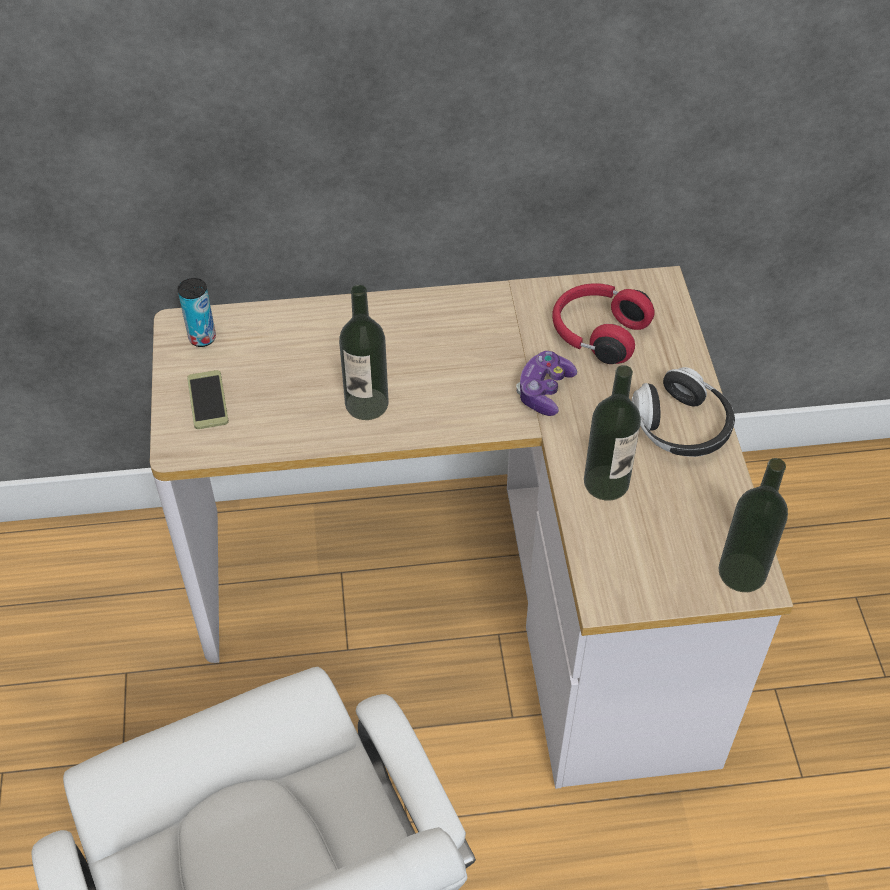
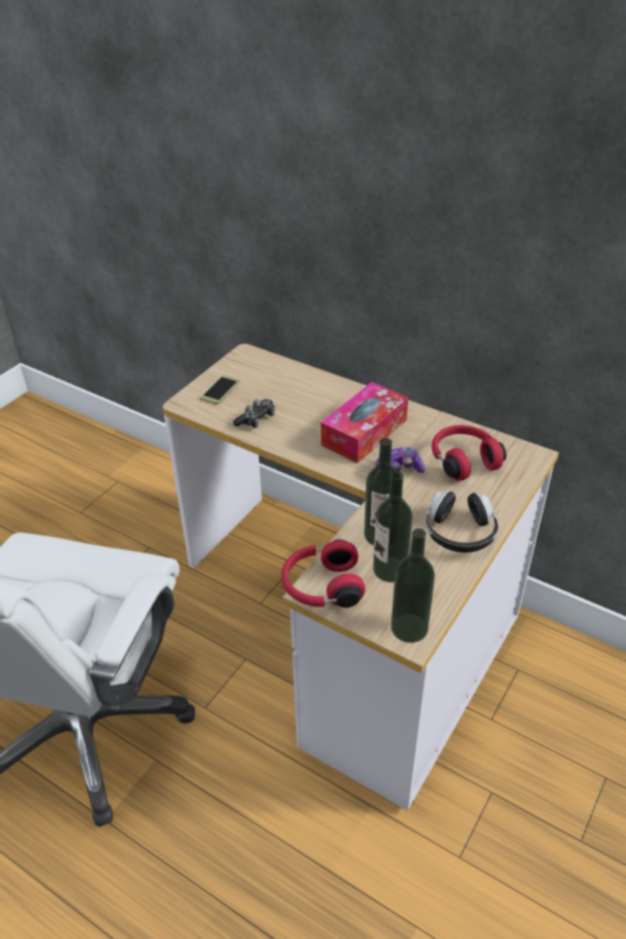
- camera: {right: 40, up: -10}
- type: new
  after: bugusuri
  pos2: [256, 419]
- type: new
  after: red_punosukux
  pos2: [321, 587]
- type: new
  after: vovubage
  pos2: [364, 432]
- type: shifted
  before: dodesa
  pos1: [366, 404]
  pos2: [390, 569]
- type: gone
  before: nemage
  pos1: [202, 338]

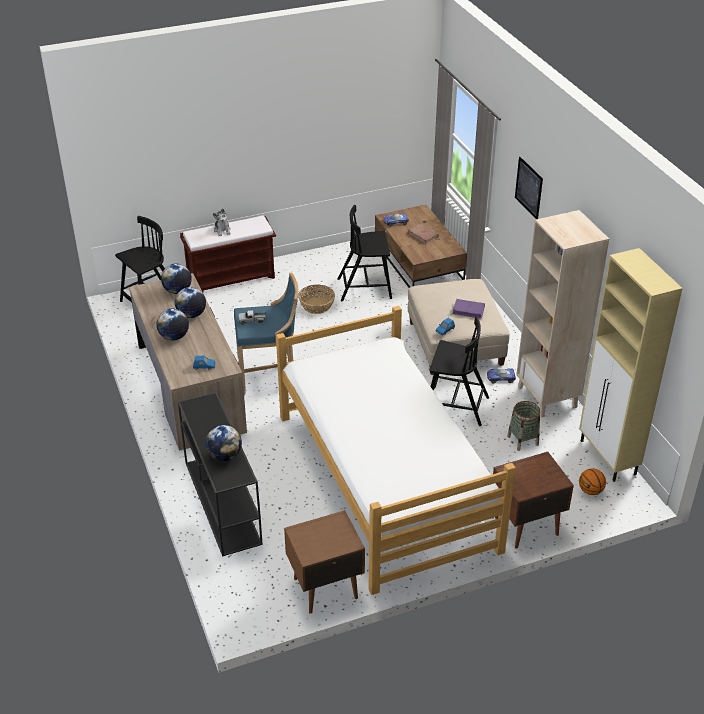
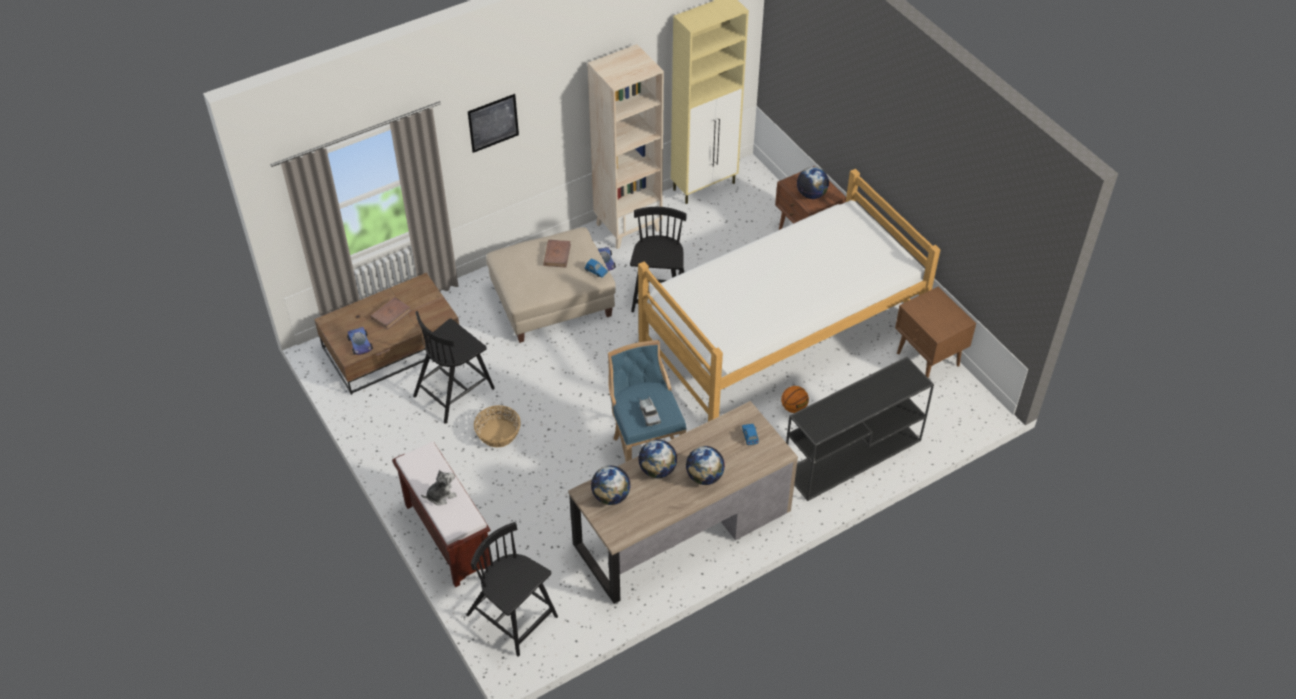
- camera: {right: -100, up: 10}
- type: rotated
  before: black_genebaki
  pos1: [365, 288]
  pos2: [455, 391]
  turn: 60
- type: repainted
  before: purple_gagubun
  after: brown_gagubun
  pos1: [468, 310]
  pos2: [557, 255]
- type: shifted
  before: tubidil
  pos1: [590, 491]
  pos2: [793, 408]
- type: shifted
  before: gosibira
  pos1: [224, 456]
  pos2: [811, 194]
- type: gone
  before: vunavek
  pos1: [522, 440]

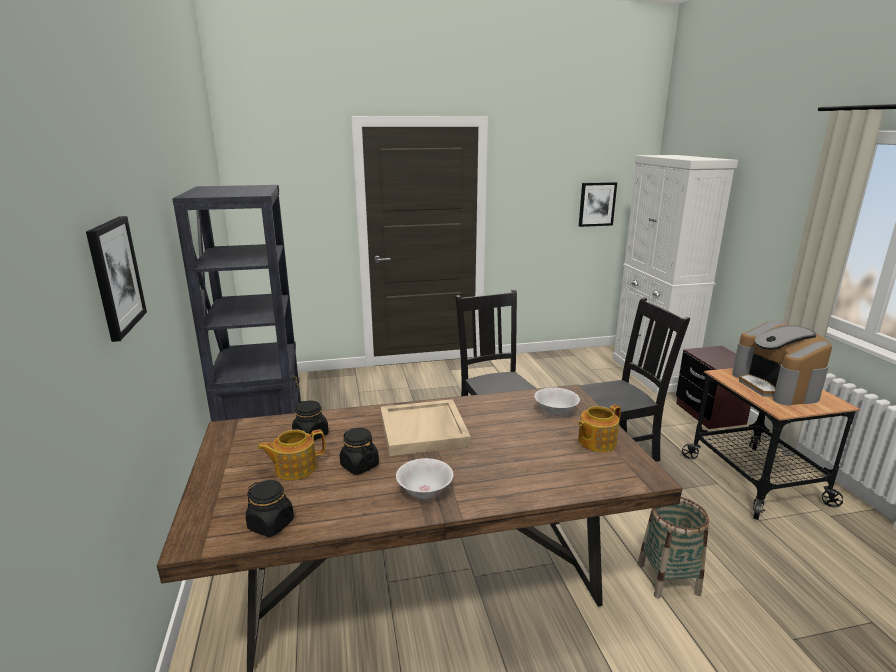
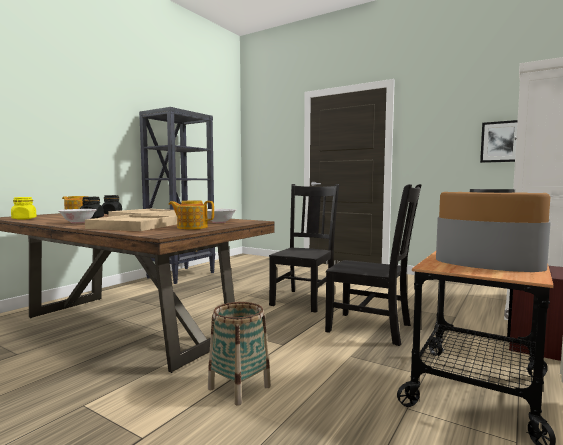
- camera: {right: 45, up: -15}
- type: repainted
  before: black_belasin
  after: yellow_belasin
  pos1: [271, 524]
  pos2: [24, 219]
- type: new
  after: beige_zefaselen
  pos2: [134, 226]
- type: rotated
  before: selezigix
  pos1: [776, 386]
  pos2: [487, 261]
  turn: 90
- type: gone
  before: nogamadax
  pos1: [115, 276]

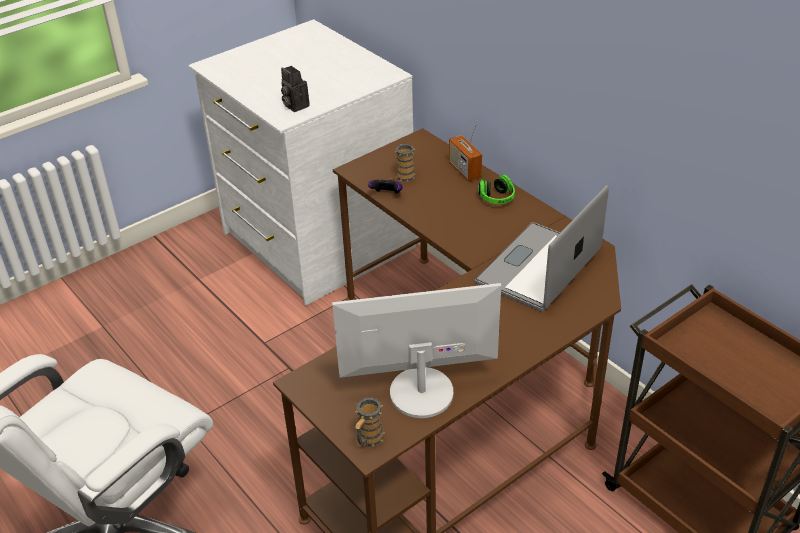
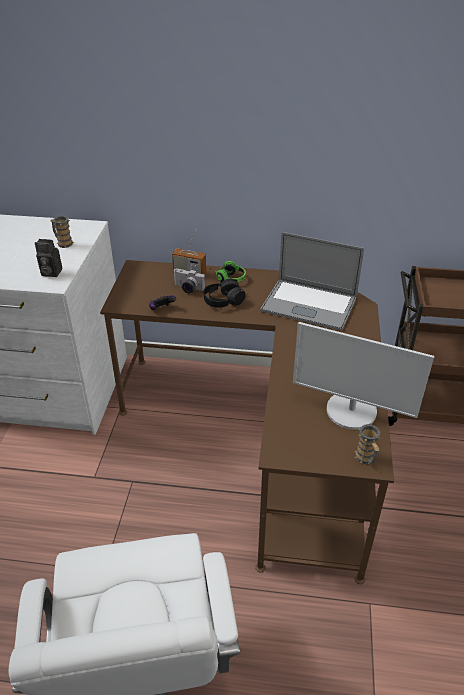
- camera: {right: -45, up: 0}
- type: shifted
  before: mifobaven
  pos1: [405, 175]
  pos2: [63, 243]
- type: new
  after: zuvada
  pos2: [187, 289]
- type: new
  after: black_punosukux
  pos2: [223, 300]
- type: rotated
  before: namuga
  pos1: [538, 267]
  pos2: [309, 305]
  turn: -60
- type: rotated
  before: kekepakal
  pos1: [421, 392]
  pos2: [351, 411]
  turn: -105

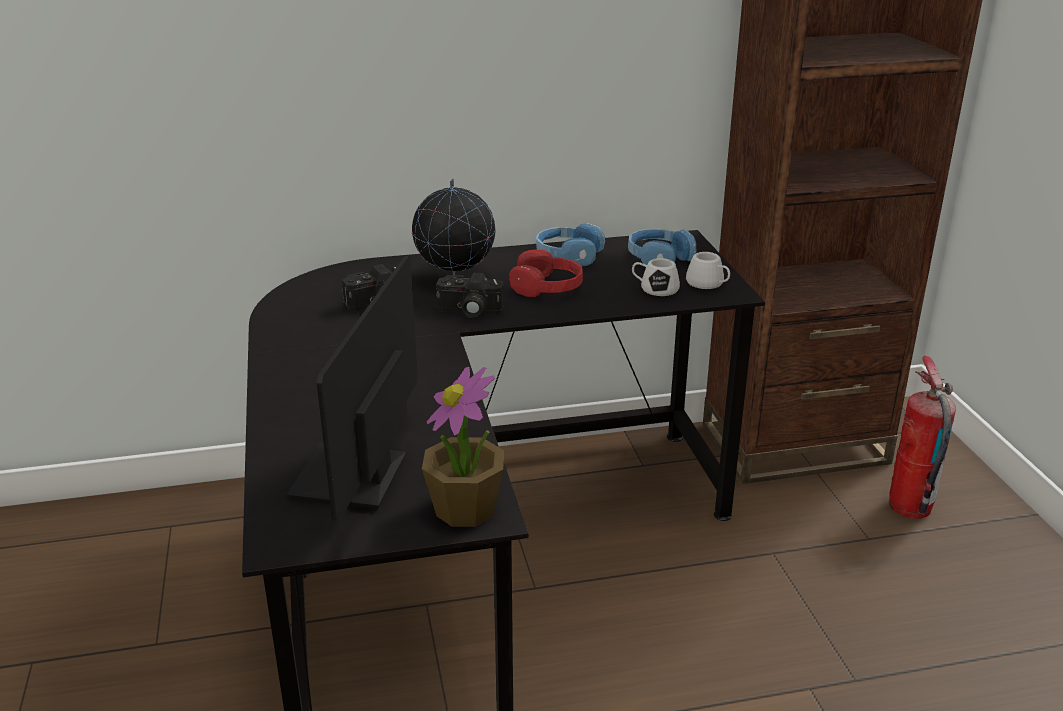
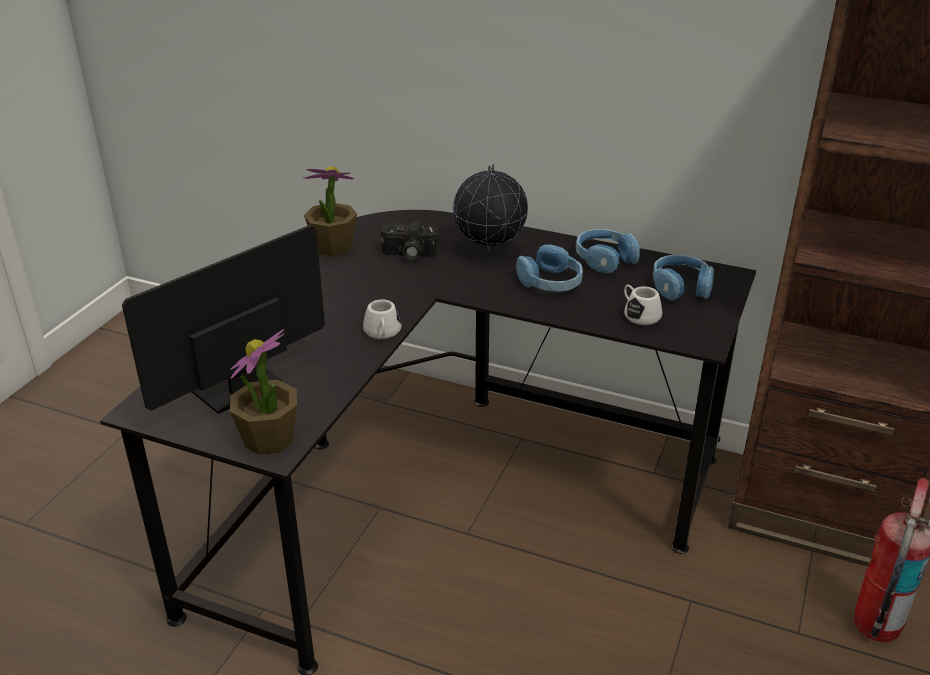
- camera: {right: 35, up: 5}
- type: new
  after: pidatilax
  pos2: [332, 247]
- type: shifted
  before: white_mifobaven
  pos1: [708, 284]
  pos2: [382, 333]
- type: repainted
  before: red_punosukux
  after: blue_punosukux
  pos1: [547, 287]
  pos2: [550, 282]
- type: gone
  before: zuvada
  pos1: [468, 312]

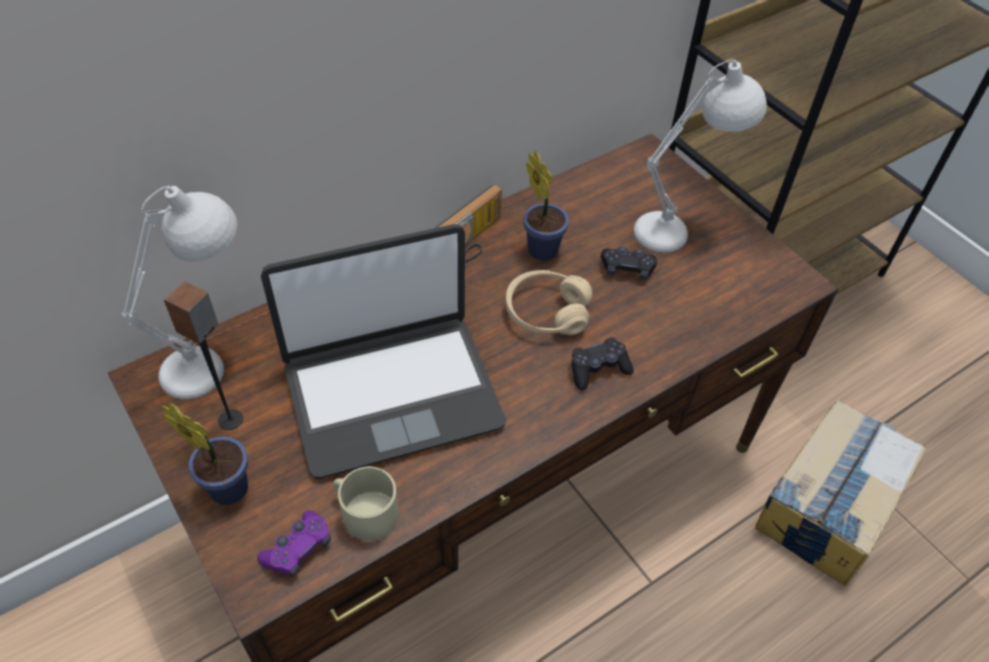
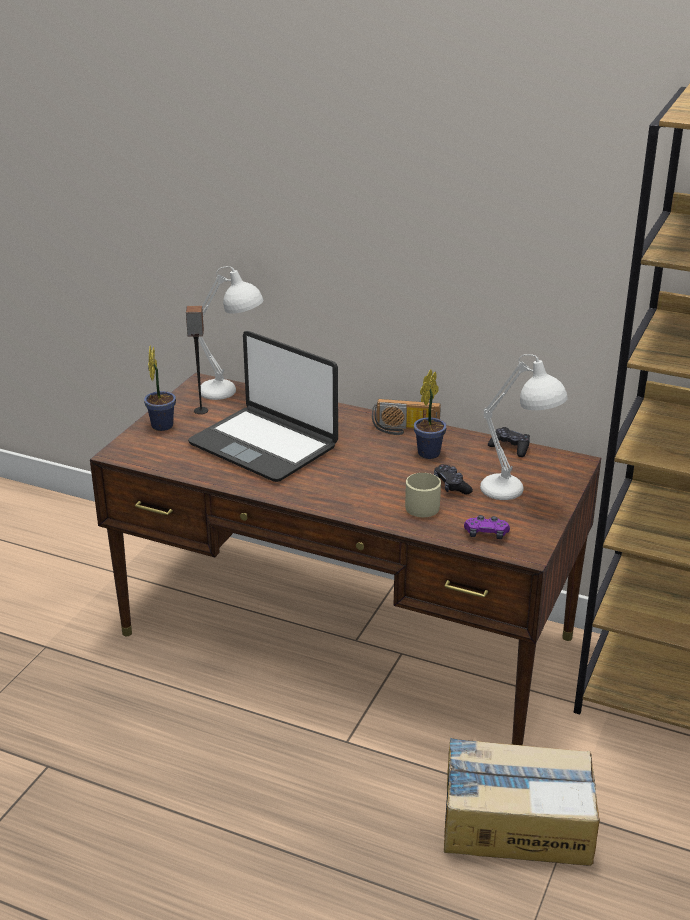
- camera: {right: 60, up: -20}
- type: shifted
  before: beige_mifobaven
  pos1: [364, 512]
  pos2: [422, 505]
- type: shifted
  before: purple_bugusuri
  pos1: [298, 549]
  pos2: [486, 534]
- type: shifted
  before: black_bugusuri
  pos1: [598, 369]
  pos2: [510, 447]
- type: gone
  before: beige_punosukux
  pos1: [547, 312]

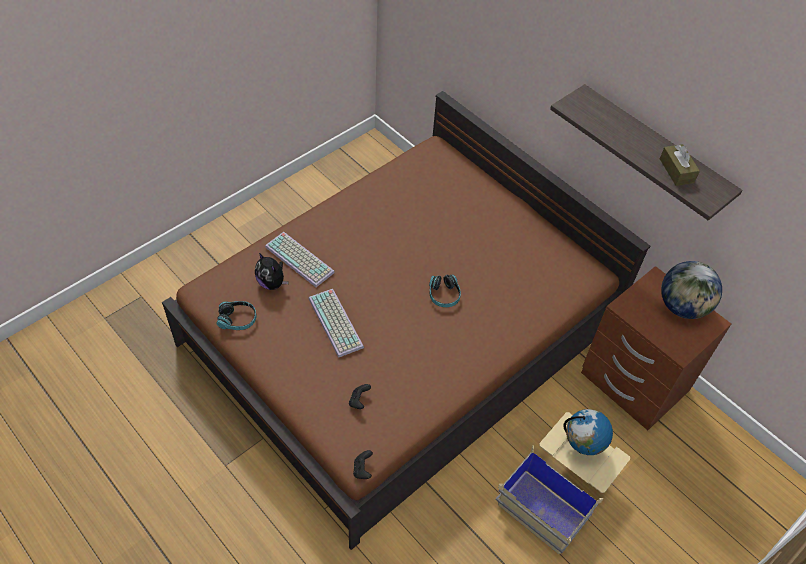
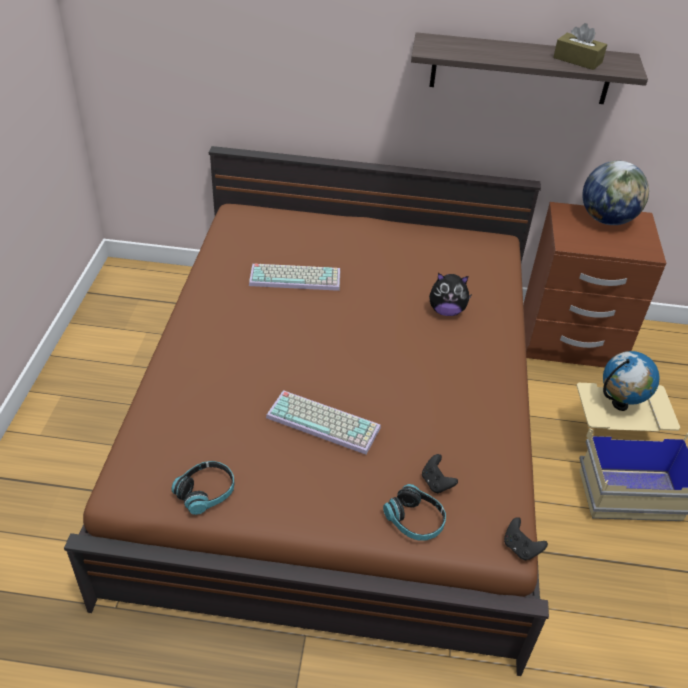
- camera: {right: -40, up: -10}
- type: shifted
  before: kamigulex
  pos1: [301, 259]
  pos2: [296, 277]
- type: shifted
  before: punosukux
  pos1: [444, 295]
  pos2: [415, 520]
- type: shifted
  before: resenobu
  pos1: [272, 283]
  pos2: [446, 311]

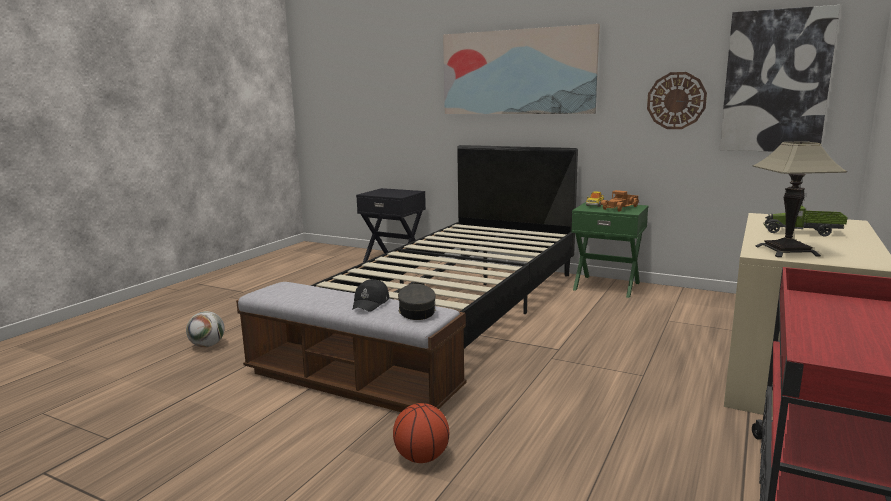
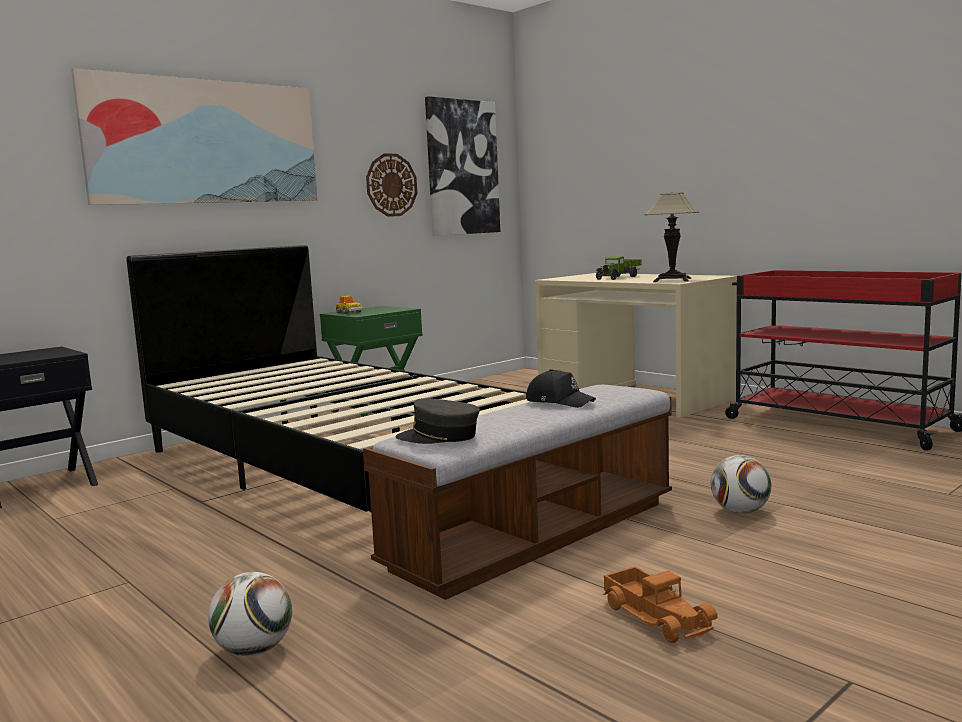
- camera: {right: -70, up: -5}
- type: shifted
  before: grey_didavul
  pos1: [416, 311]
  pos2: [439, 437]
- type: shifted
  before: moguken
  pos1: [621, 208]
  pos2: [657, 616]
- type: swapped
  before: tubidil
  after: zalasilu
  pos1: [422, 457]
  pos2: [740, 512]

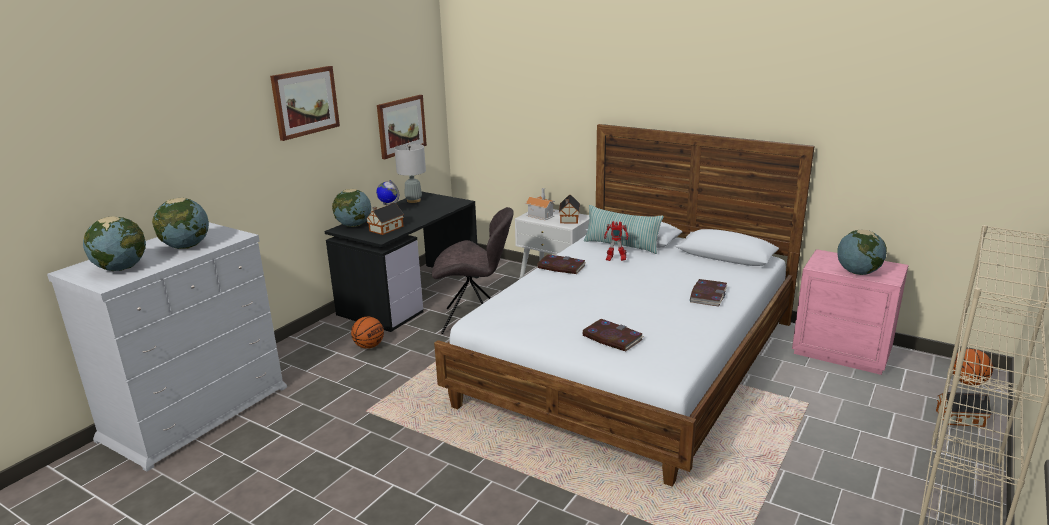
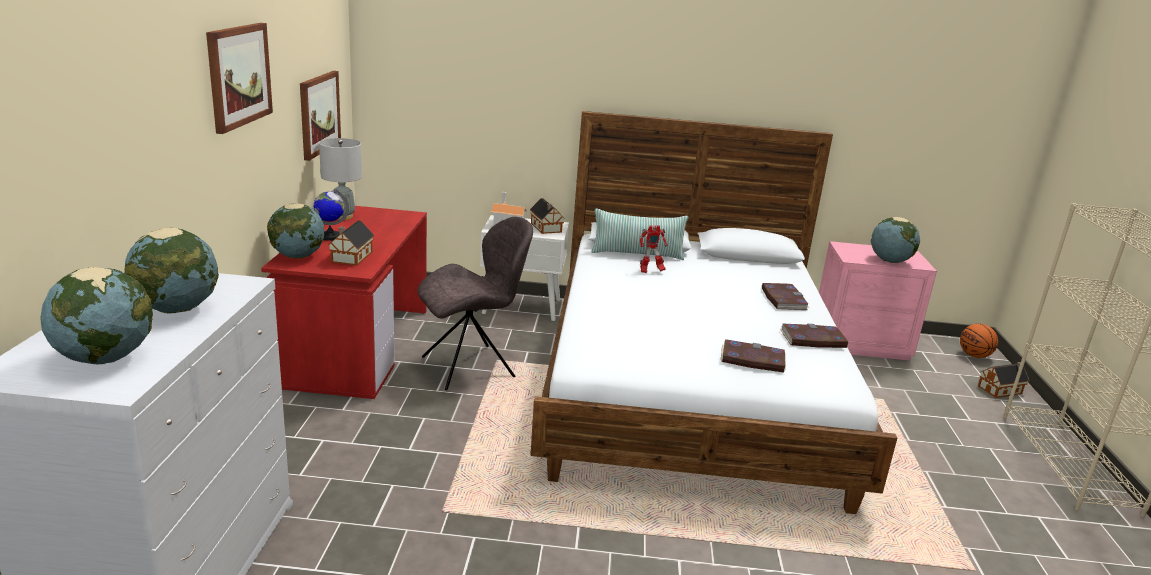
- camera: {right: -30, up: 0}
- type: repainted
  before: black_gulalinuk
  after: red_gulalinuk
  pos1: [411, 295]
  pos2: [355, 345]
- type: shifted
  before: gagubun
  pos1: [561, 267]
  pos2: [813, 339]
- type: gone
  before: tubidil
  pos1: [369, 346]

